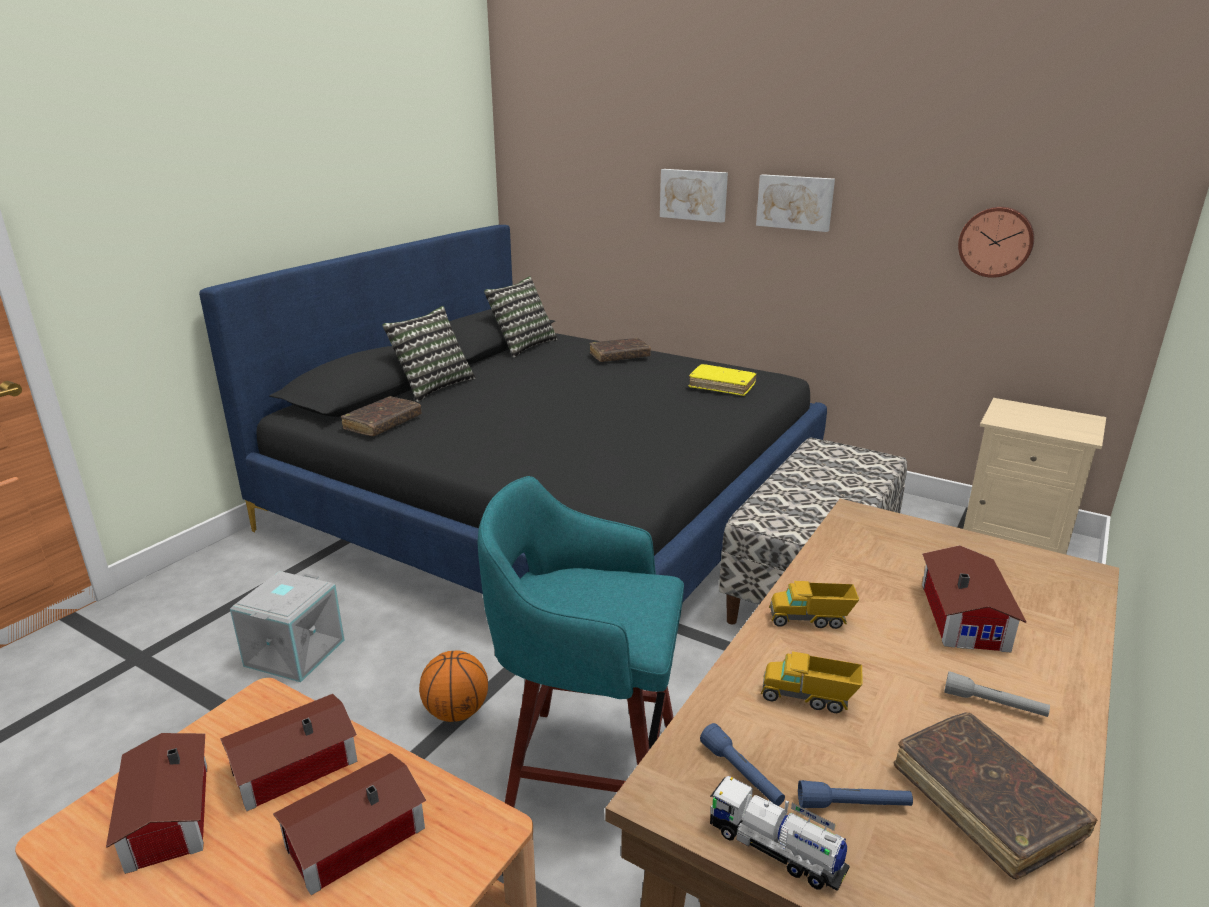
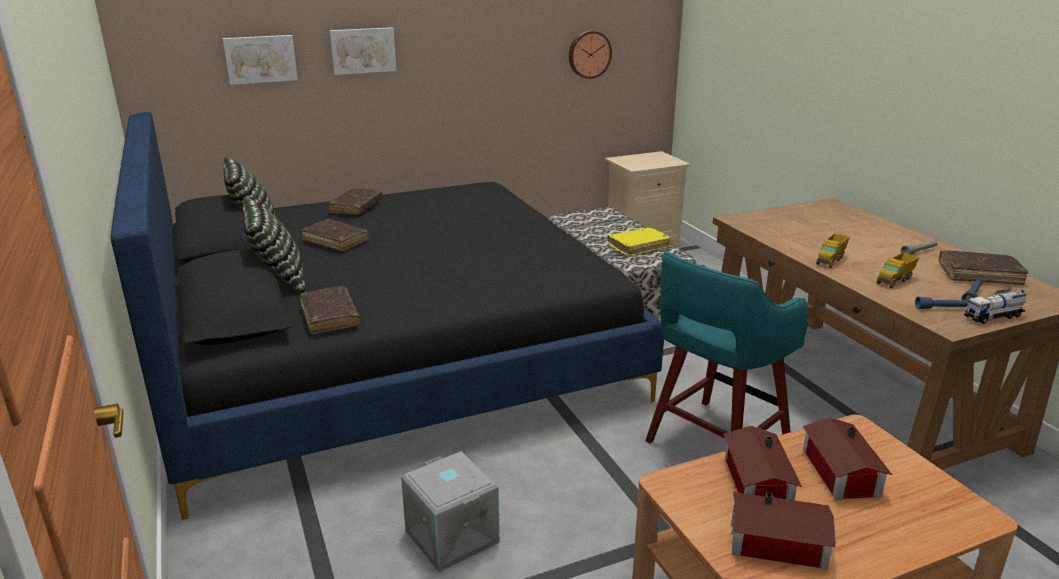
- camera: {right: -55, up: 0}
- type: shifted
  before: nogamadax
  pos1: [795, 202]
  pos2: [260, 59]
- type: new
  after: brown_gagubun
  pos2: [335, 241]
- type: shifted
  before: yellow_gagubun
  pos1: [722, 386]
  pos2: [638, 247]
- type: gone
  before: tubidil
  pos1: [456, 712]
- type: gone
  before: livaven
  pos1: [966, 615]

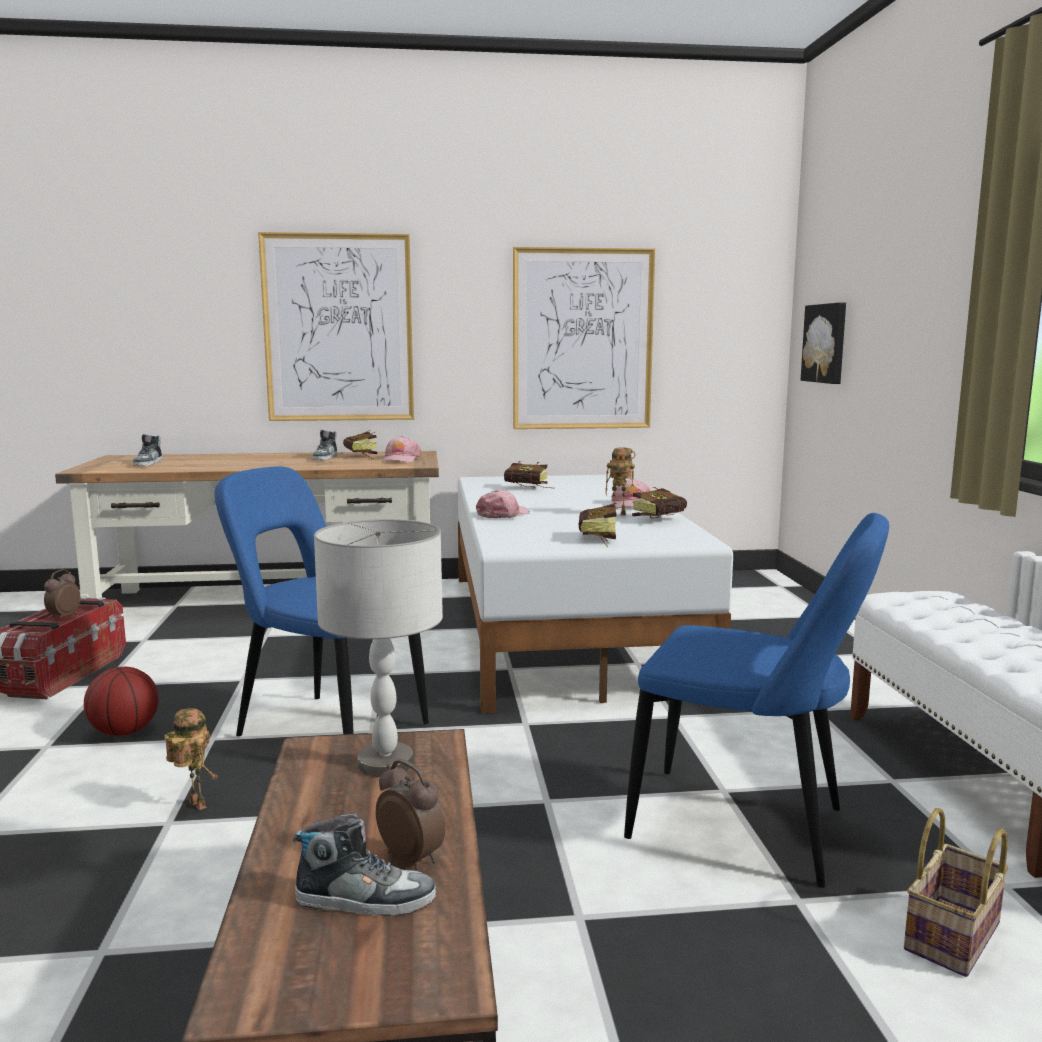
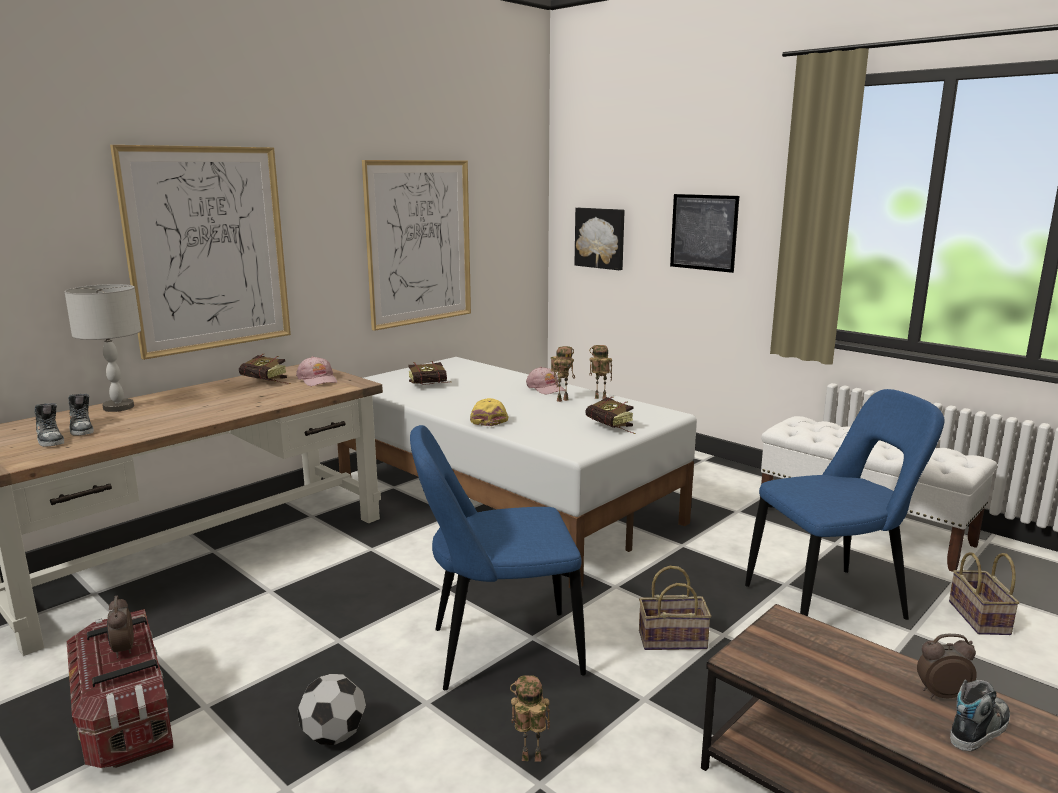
- camera: {right: -40, up: 5}
- type: shifted
  before: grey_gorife
  pos1: [385, 763]
  pos2: [118, 407]
- type: shifted
  before: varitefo
  pos1: [325, 458]
  pos2: [82, 428]
- type: swapped
  before: tubidil
  after: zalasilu
  pos1: [124, 732]
  pos2: [334, 736]
- type: repainted
  before: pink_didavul
  after: yellow_didavul
  pos1: [503, 515]
  pos2: [488, 419]
- type: swapped
  before: gagubun
  after: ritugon
  pos1: [662, 519]
  pos2: [599, 398]
- type: new
  after: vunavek
  pos2: [674, 639]
- type: new
  after: nogamadax
  pos2: [703, 232]

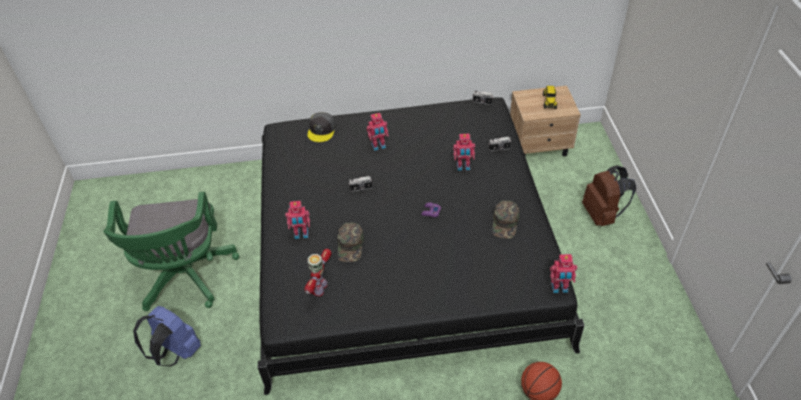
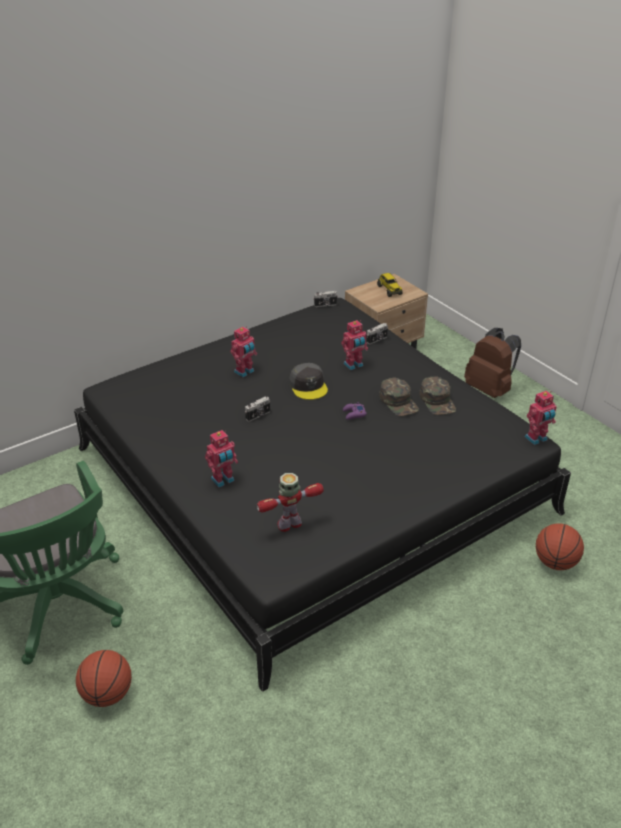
- camera: {right: -30, up: -10}
- type: swapped
  before: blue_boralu
  after: tubidil
  pos1: [176, 352]
  pos2: [107, 694]
- type: rotated
  before: ritugon
  pos1: [320, 288]
  pos2: [290, 524]
  turn: 75
- type: shifted
  before: grey_didavul
  pos1: [322, 130]
  pos2: [308, 386]
- type: shifted
  before: green_didavul
  pos1: [350, 245]
  pos2: [398, 402]

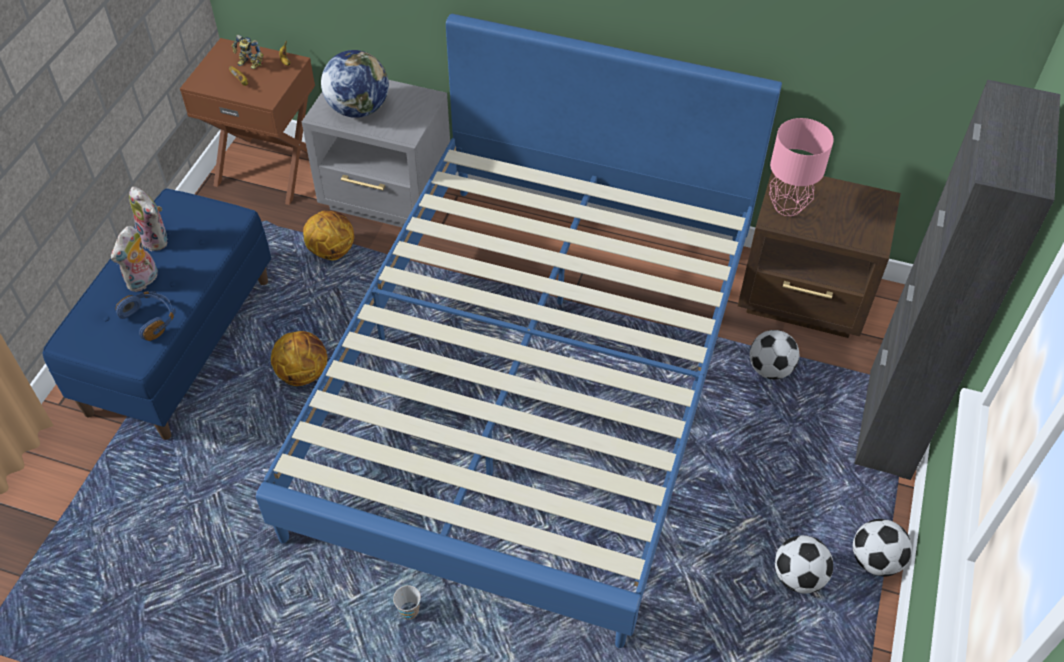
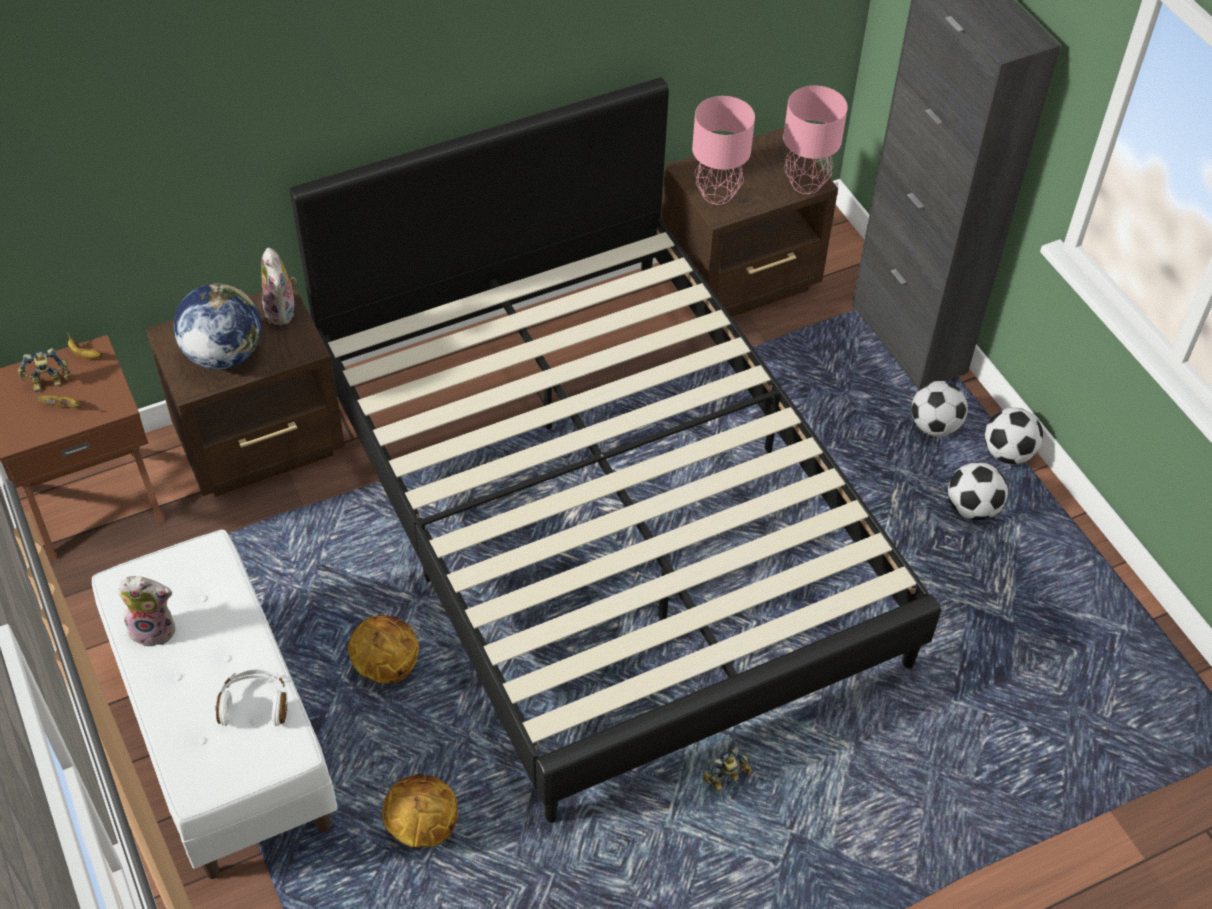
- camera: {right: -45, up: 0}
- type: repainted
  before: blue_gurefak
  after: white_gurefak
  pos1: [180, 344]
  pos2: [223, 736]
- type: repainted
  before: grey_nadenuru
  after: brown_nadenuru
  pos1: [387, 198]
  pos2: [263, 445]
- type: repainted
  before: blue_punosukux
  after: white_punosukux
  pos1: [151, 319]
  pos2: [255, 704]
- type: shifted
  before: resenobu
  pos1: [143, 281]
  pos2: [283, 312]
- type: repainted
  before: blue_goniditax
  after: black_goniditax
  pos1: [532, 383]
  pos2: [604, 515]
- type: shifted
  before: tubidil
  pos1: [331, 251]
  pos2: [421, 827]
- type: swapped
  before: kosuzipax
  after: ritugon
  pos1: [409, 611]
  pos2: [726, 781]
- type: new
  after: pink_gorife
  pos2: [806, 183]
- type: shifted
  before: zalasilu
  pos1: [770, 369]
  pos2: [935, 426]

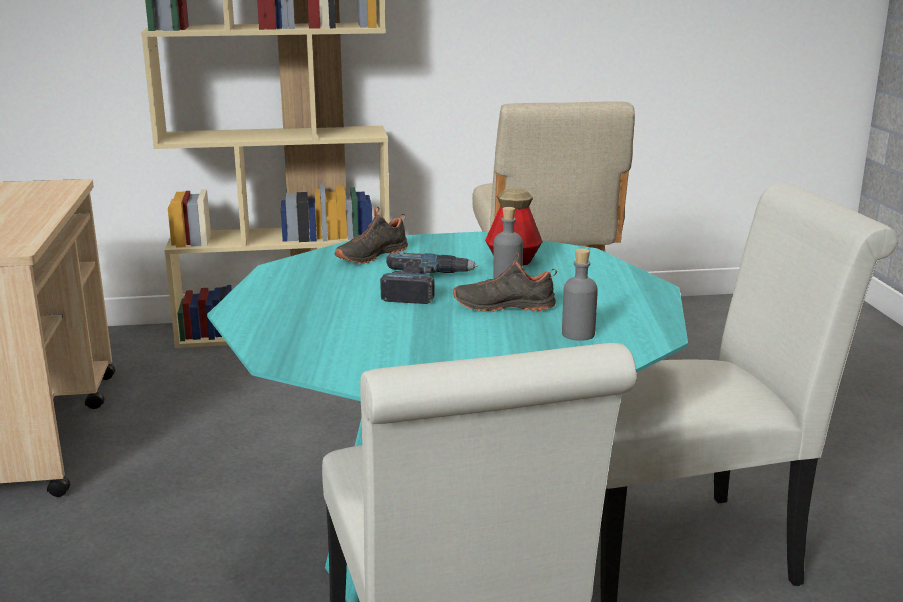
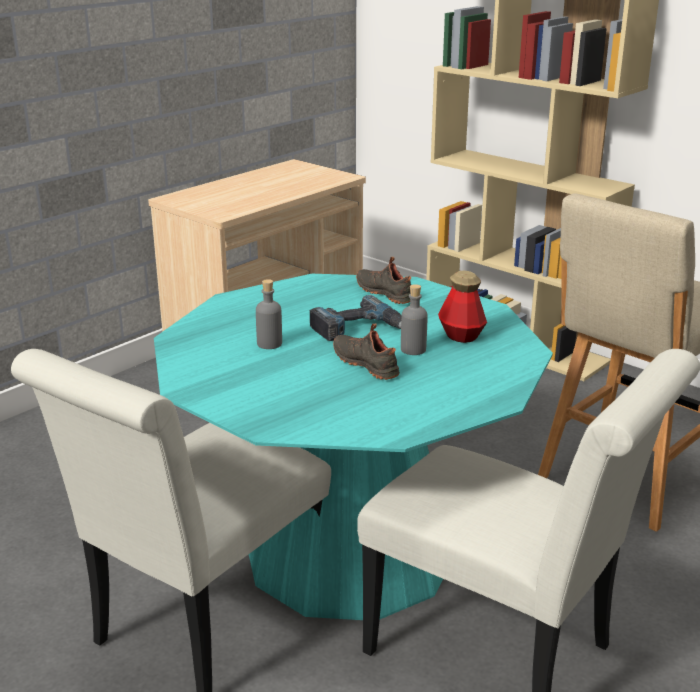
- camera: {right: 50, up: 5}
- type: shifted
  before: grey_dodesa
  pos1: [578, 334]
  pos2: [269, 344]
- type: rotated
  before: black_varitefo
  pos1: [370, 255]
  pos2: [386, 293]
  turn: 45

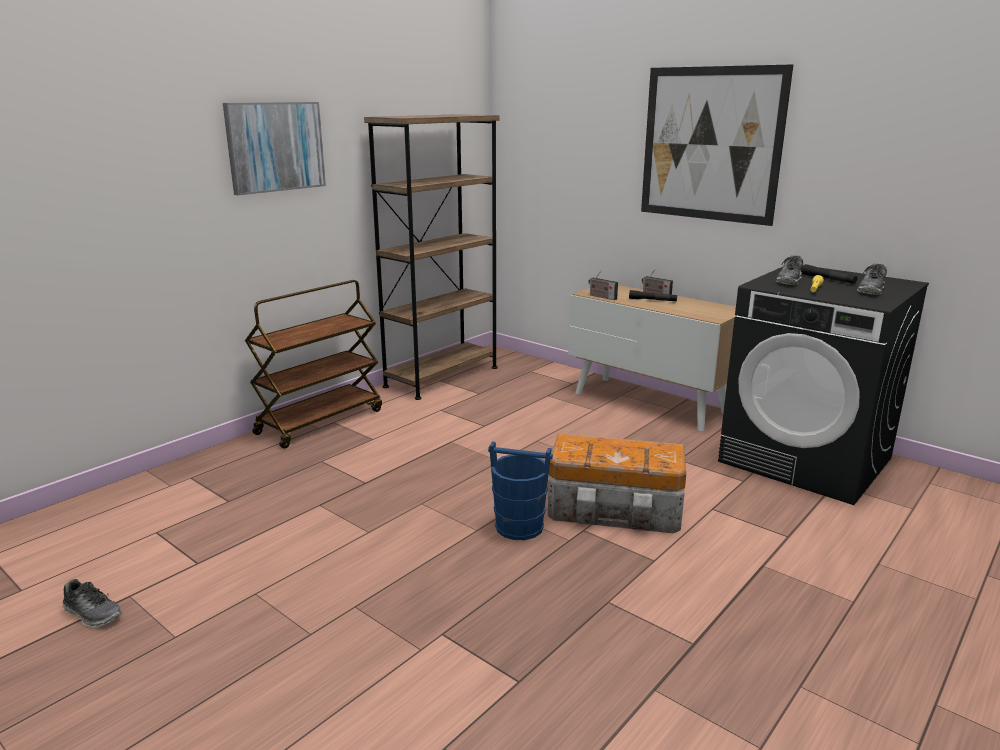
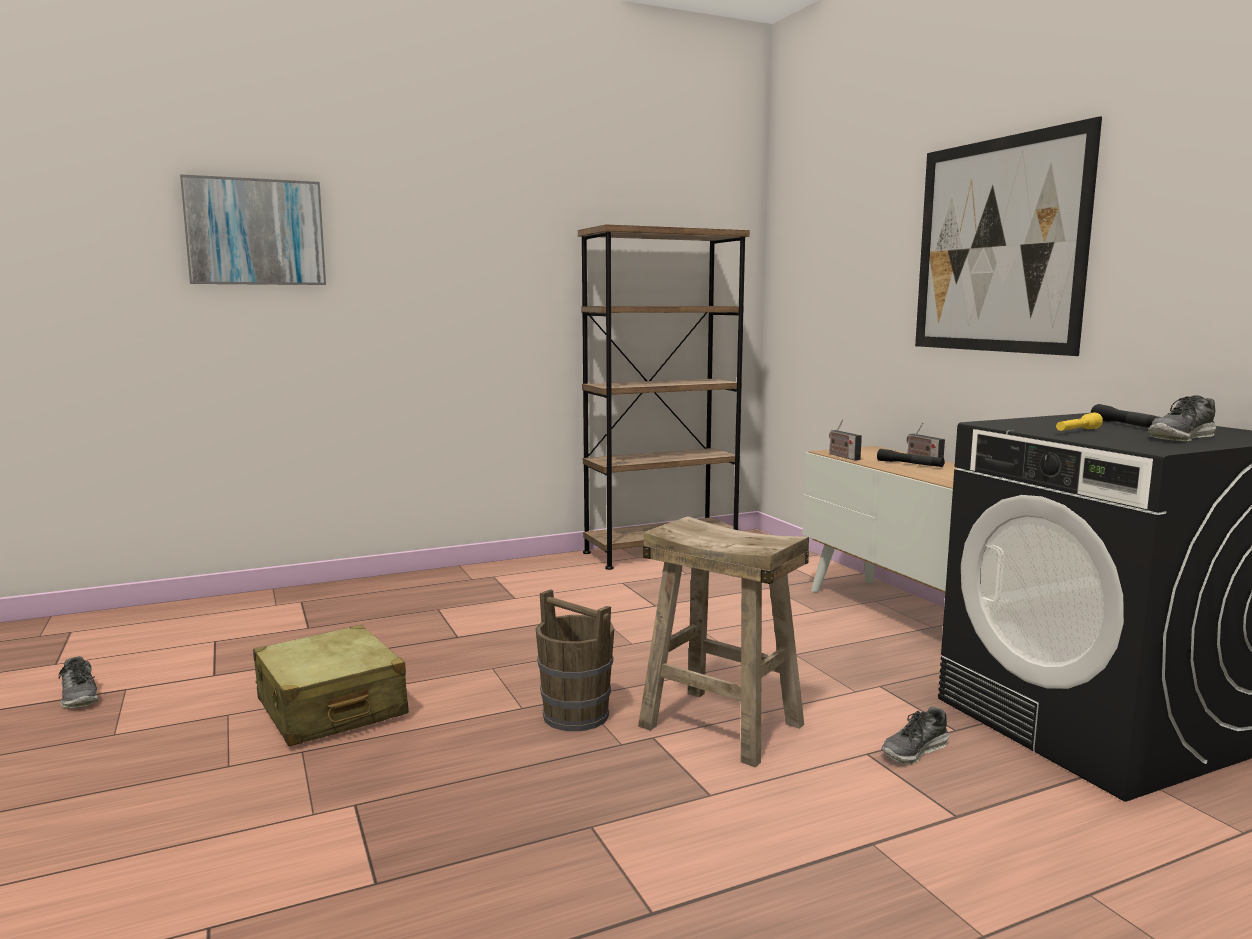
- camera: {right: 25, up: -10}
- type: shifted
  before: nogamadax
  pos1: [275, 147]
  pos2: [255, 232]
- type: new
  after: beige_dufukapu
  pos2: [330, 708]
- type: repainted
  before: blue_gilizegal
  after: brown_gilizegal
  pos1: [518, 526]
  pos2: [575, 715]
- type: swapped
  before: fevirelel
  after: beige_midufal
  pos1: [616, 510]
  pos2: [722, 725]
- type: shifted
  before: varitefo
  pos1: [789, 280]
  pos2: [915, 750]
- type: gone
  before: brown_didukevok
  pos1: [320, 421]

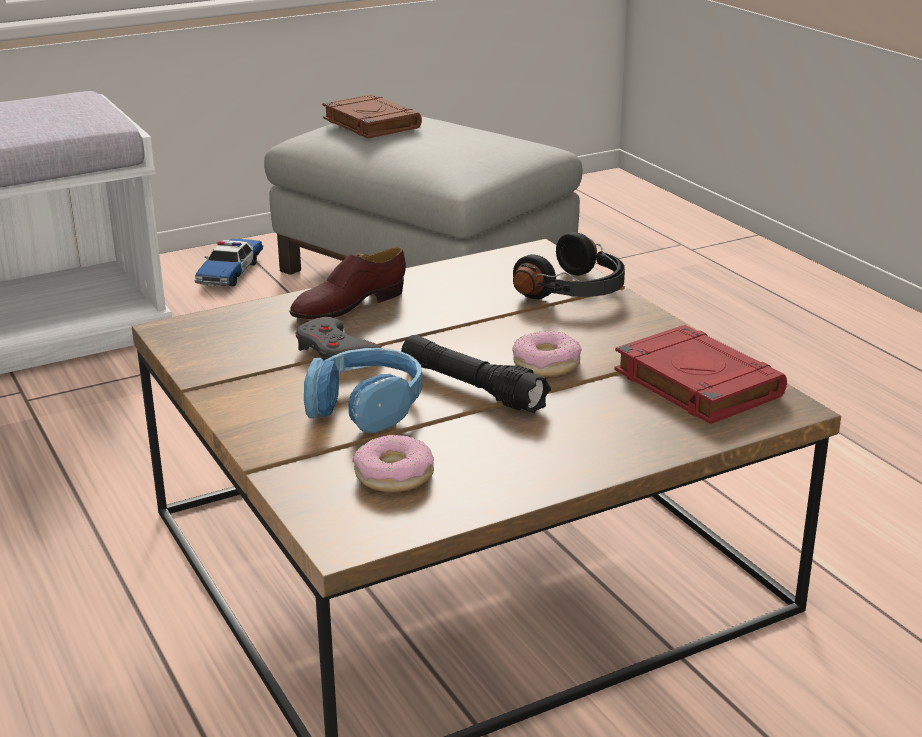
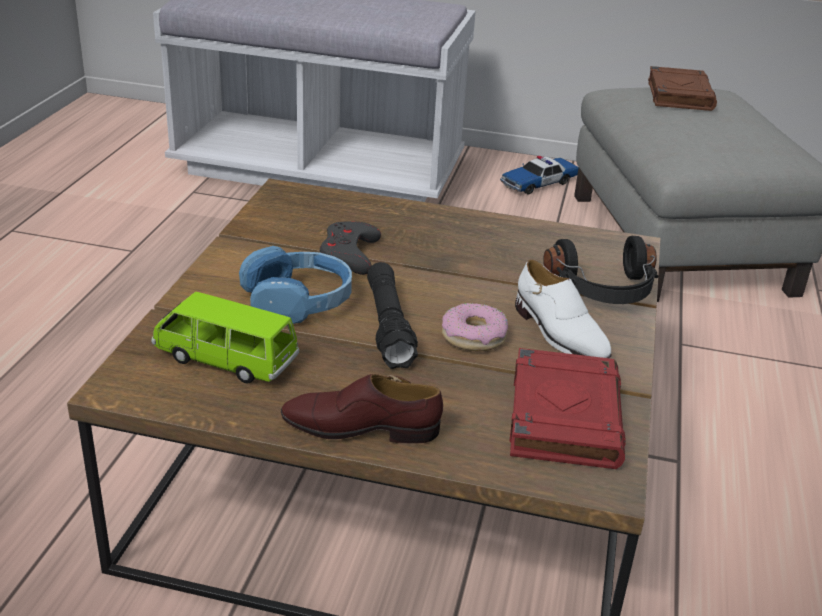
- camera: {right: 40, up: 5}
- type: swapped
  before: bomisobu
  after: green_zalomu
  pos1: [394, 475]
  pos2: [226, 360]
- type: shifted
  before: brown_varitefo
  pos1: [348, 305]
  pos2: [360, 427]
- type: new
  after: white_varitefo
  pos2: [559, 333]

